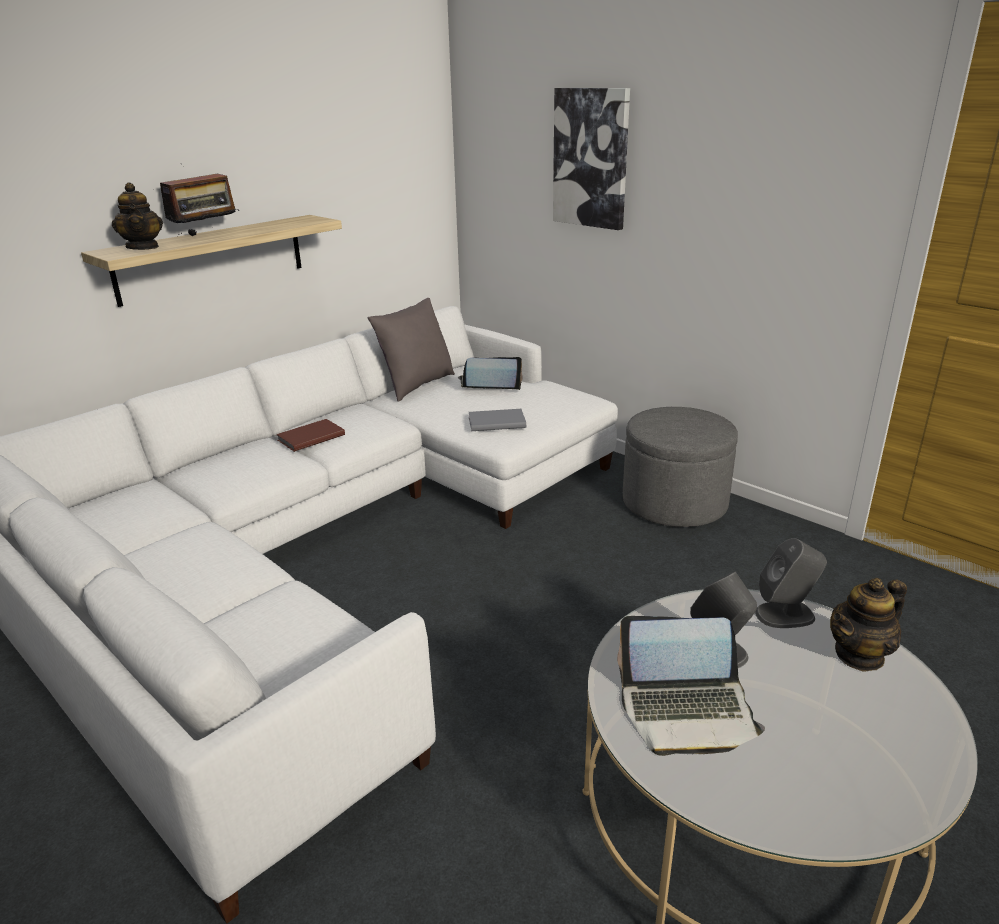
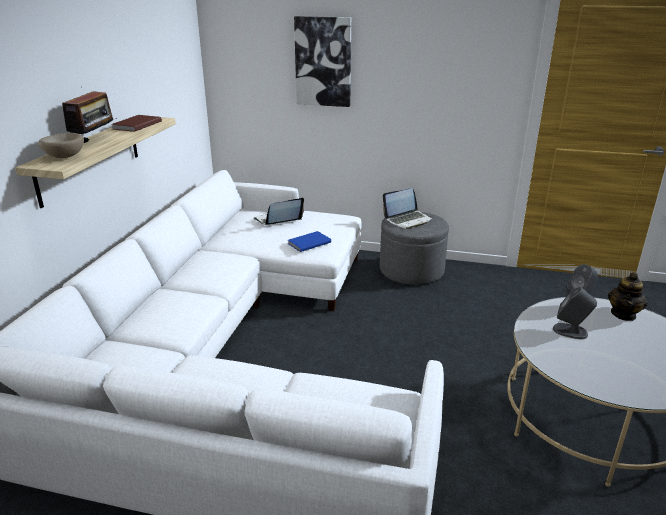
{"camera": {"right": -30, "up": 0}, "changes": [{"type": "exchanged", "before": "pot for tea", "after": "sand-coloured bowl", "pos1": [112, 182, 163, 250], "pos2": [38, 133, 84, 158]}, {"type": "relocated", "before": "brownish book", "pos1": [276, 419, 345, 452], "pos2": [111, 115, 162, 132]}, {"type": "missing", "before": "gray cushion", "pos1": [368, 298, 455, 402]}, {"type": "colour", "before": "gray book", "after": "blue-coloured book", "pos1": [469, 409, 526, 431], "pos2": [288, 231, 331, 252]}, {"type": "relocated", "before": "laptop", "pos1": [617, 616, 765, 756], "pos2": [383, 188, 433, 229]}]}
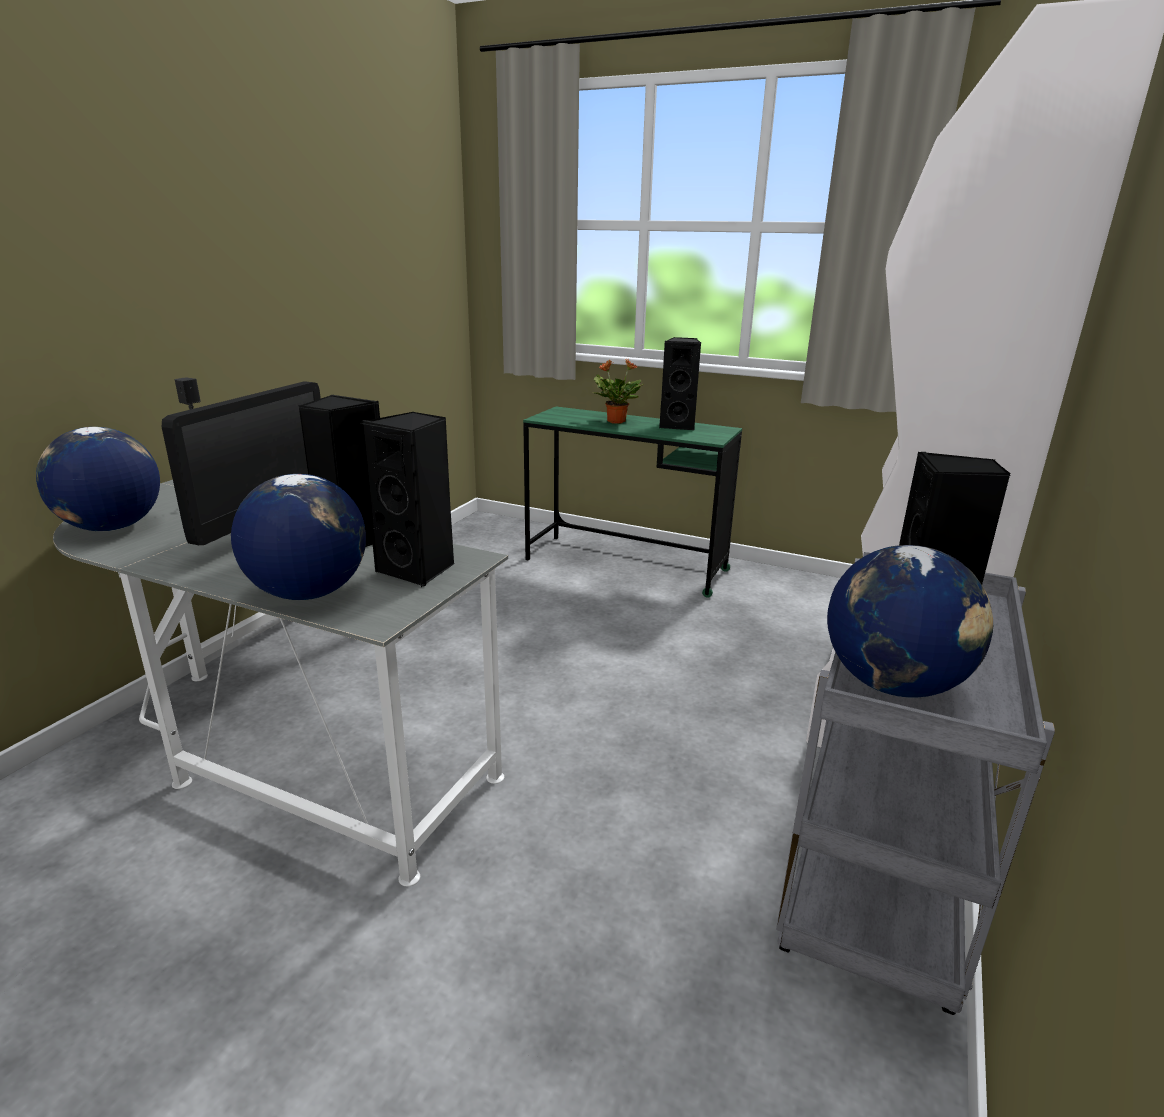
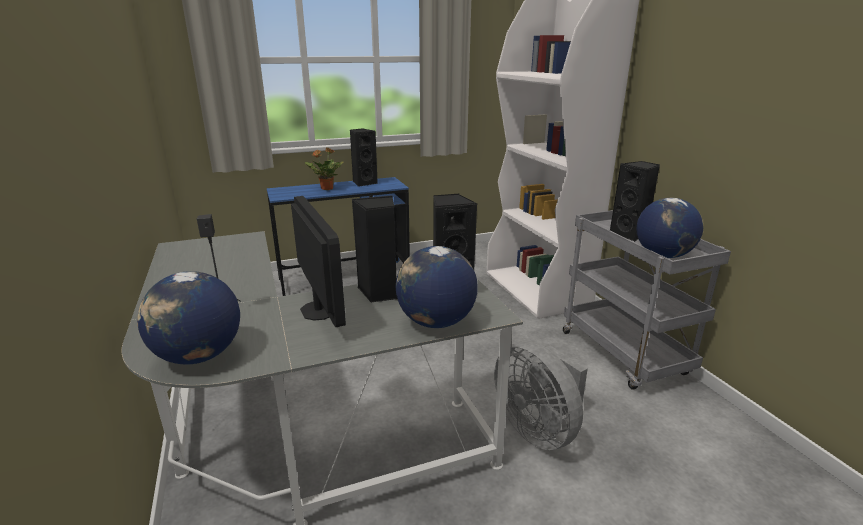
{"camera": {"right": -45, "up": 0}, "changes": [{"type": "colour", "before": "greenish desk table", "after": "blue-coloured desk table", "pos1": [523, 407, 742, 598], "pos2": [267, 177, 410, 296]}, {"type": "appeared", "after": "gray fan", "pos2": [494, 341, 588, 450]}]}
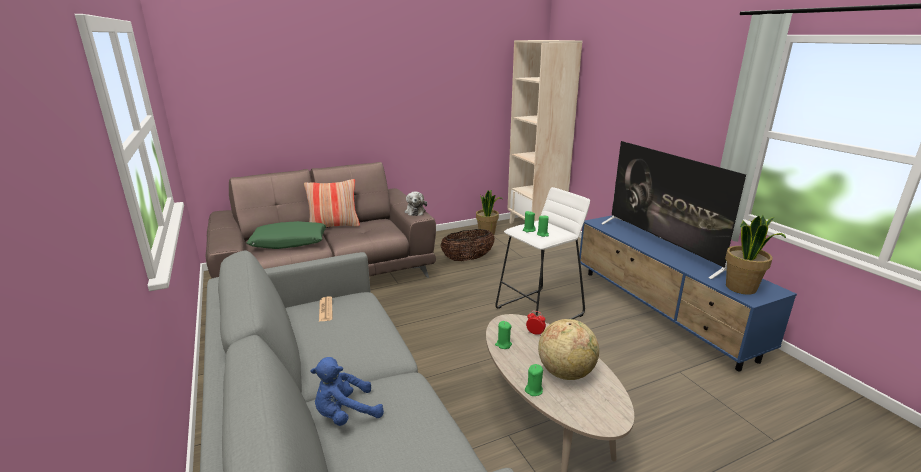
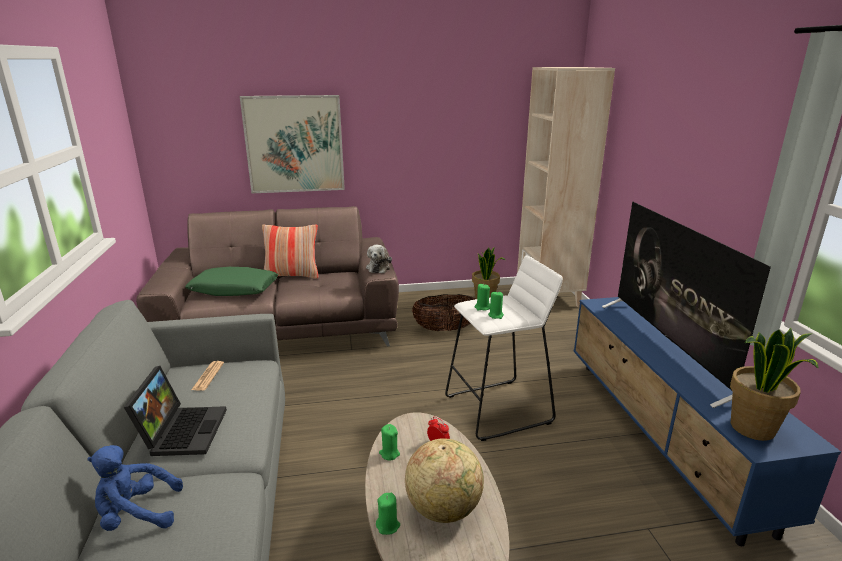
{"camera": {"right": 15, "up": 0}, "changes": [{"type": "appeared", "after": "laptop", "pos2": [124, 366, 227, 456]}, {"type": "appeared", "after": "wall art", "pos2": [240, 95, 345, 193]}]}
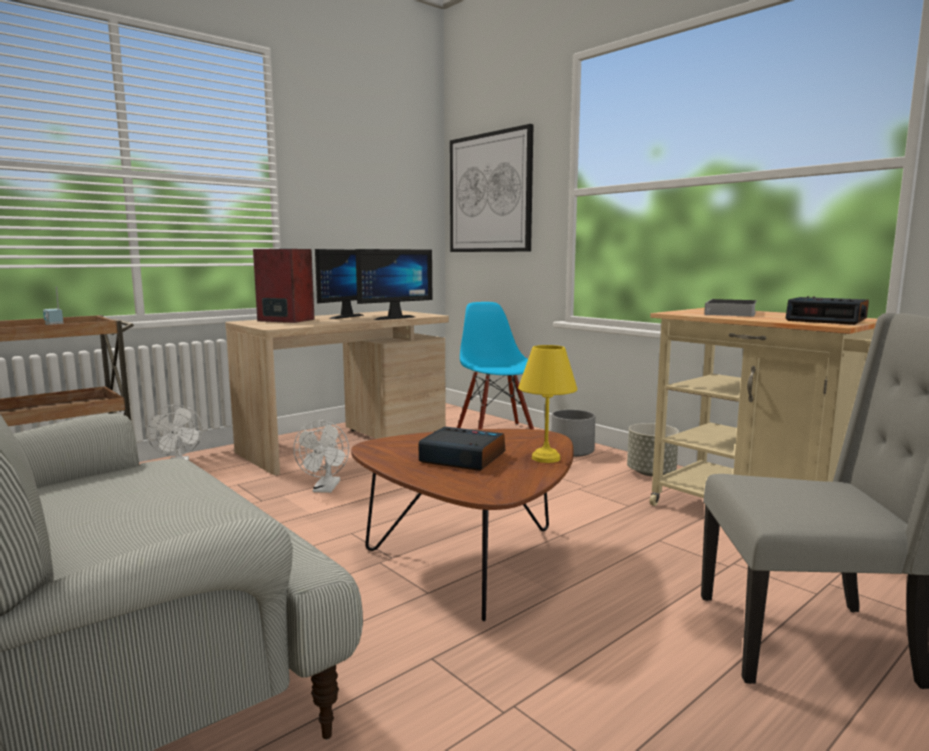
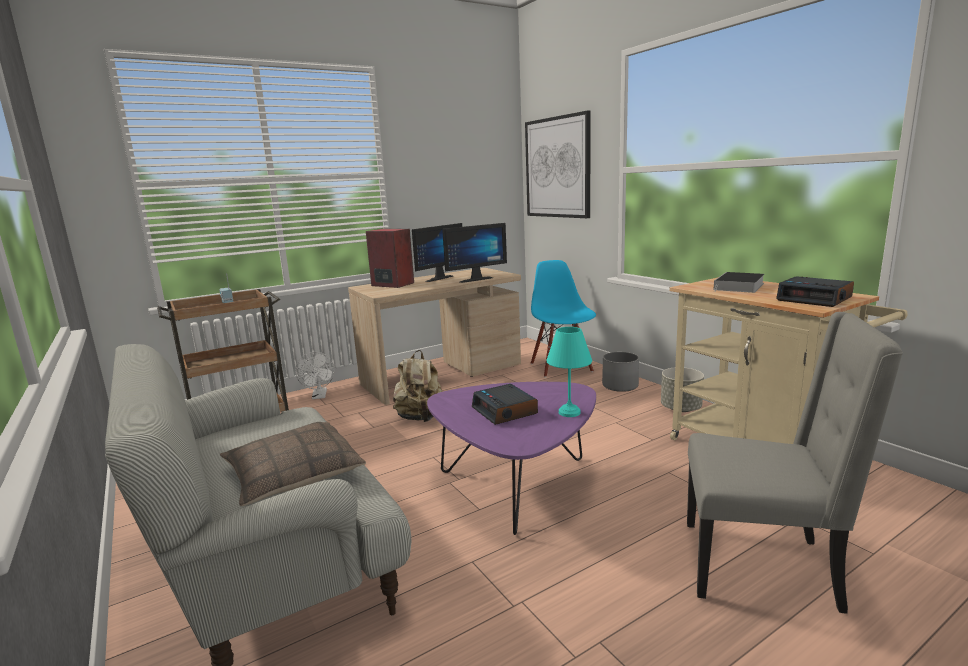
{"camera": {"right": 10, "up": 5}, "changes": [{"type": "exchanged", "before": "white fan", "after": "sand-coloured backpack", "pos1": [293, 421, 349, 493], "pos2": [393, 350, 442, 422]}, {"type": "colour", "before": "brownish lounge table", "after": "purple lounge table", "pos1": [351, 429, 573, 621], "pos2": [427, 382, 596, 535]}, {"type": "spun", "before": "table clock", "pos1": [418, 426, 506, 471], "pos2": [472, 384, 538, 425], "turn": -150}, {"type": "colour", "before": "yellow-coloured lamp for a table", "after": "blue-green lamp for a table", "pos1": [518, 345, 577, 463], "pos2": [546, 327, 592, 417]}, {"type": "appeared", "after": "cushion", "pos2": [220, 422, 366, 506]}]}
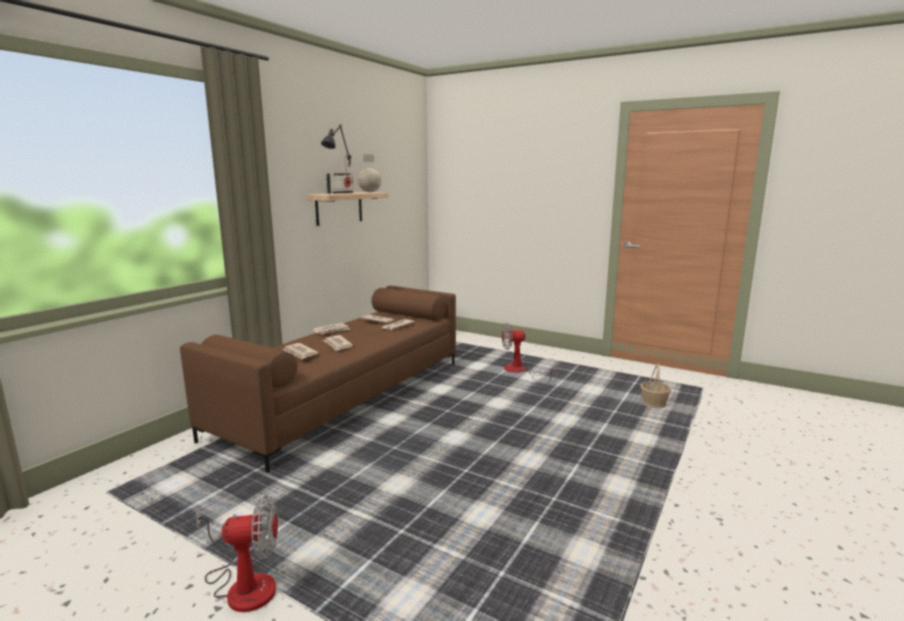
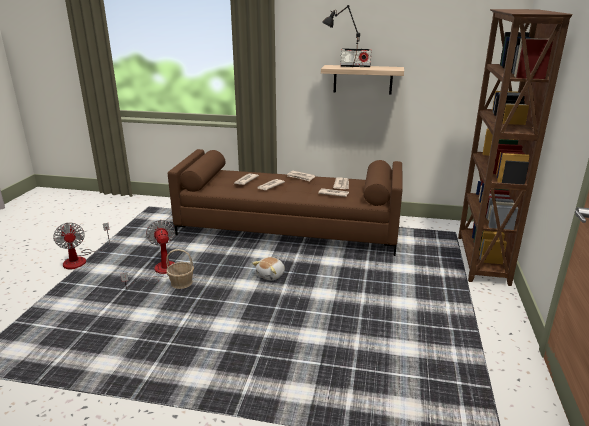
{"camera": {"right": 70, "up": 10}, "changes": [{"type": "missing", "before": "desk globe", "pos1": [358, 154, 381, 192]}, {"type": "relocated", "before": "fan", "pos1": [502, 323, 557, 383], "pos2": [120, 220, 175, 289]}, {"type": "relocated", "before": "basket", "pos1": [640, 364, 672, 408], "pos2": [166, 249, 194, 289]}, {"type": "appeared", "after": "soft toy", "pos2": [252, 257, 285, 280]}, {"type": "appeared", "after": "brownish bookshelf", "pos2": [458, 9, 572, 286]}]}
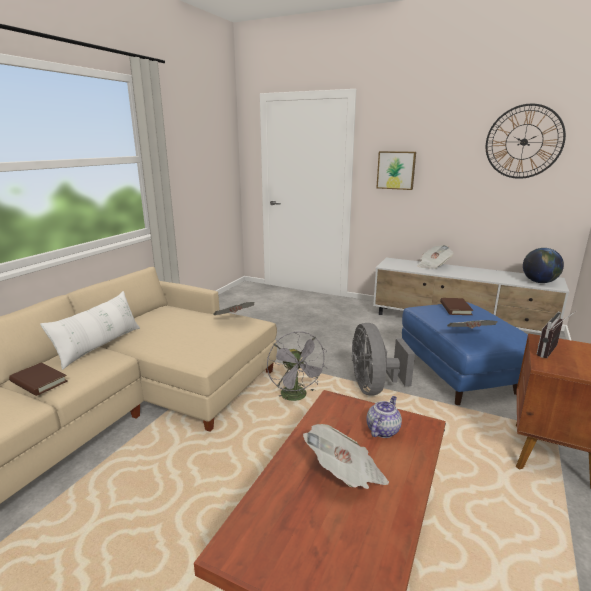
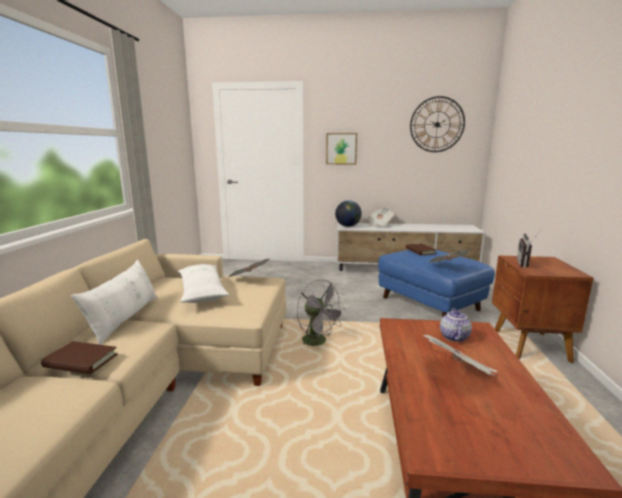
{"camera": {"right": -20, "up": -5}, "changes": [{"type": "missing", "before": "gray fan", "pos1": [351, 323, 415, 396]}, {"type": "relocated", "before": "desk globe", "pos1": [523, 248, 564, 283], "pos2": [335, 200, 362, 227]}, {"type": "appeared", "after": "white cushion", "pos2": [178, 264, 229, 303]}]}
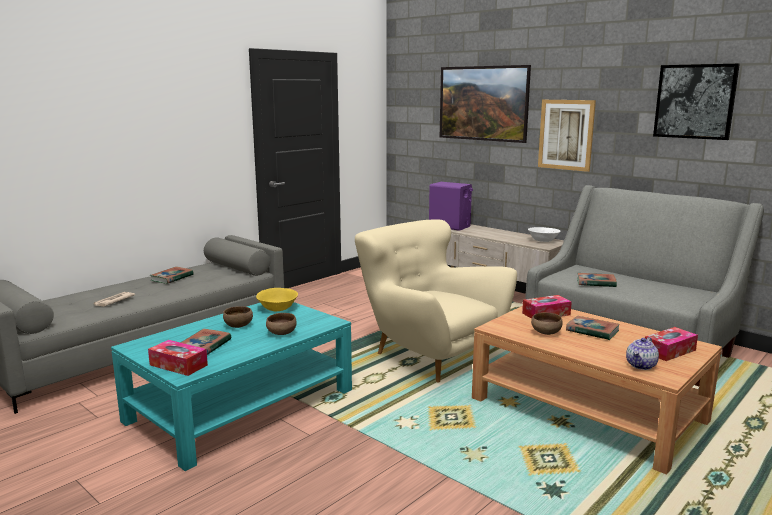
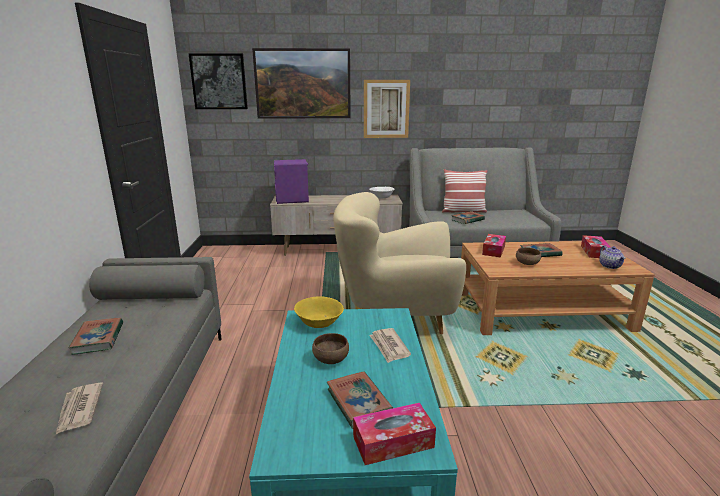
{"camera": {"right": -45, "up": 5}, "changes": [{"type": "exchanged", "before": "brownish bowl", "after": "daily paper", "pos1": [266, 313, 297, 335], "pos2": [369, 328, 411, 363]}, {"type": "relocated", "before": "wall art", "pos1": [653, 64, 740, 140], "pos2": [189, 53, 248, 109]}, {"type": "appeared", "after": "cushion", "pos2": [442, 169, 487, 213]}]}
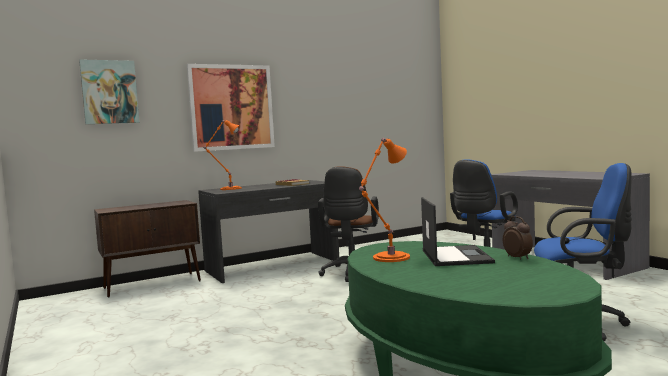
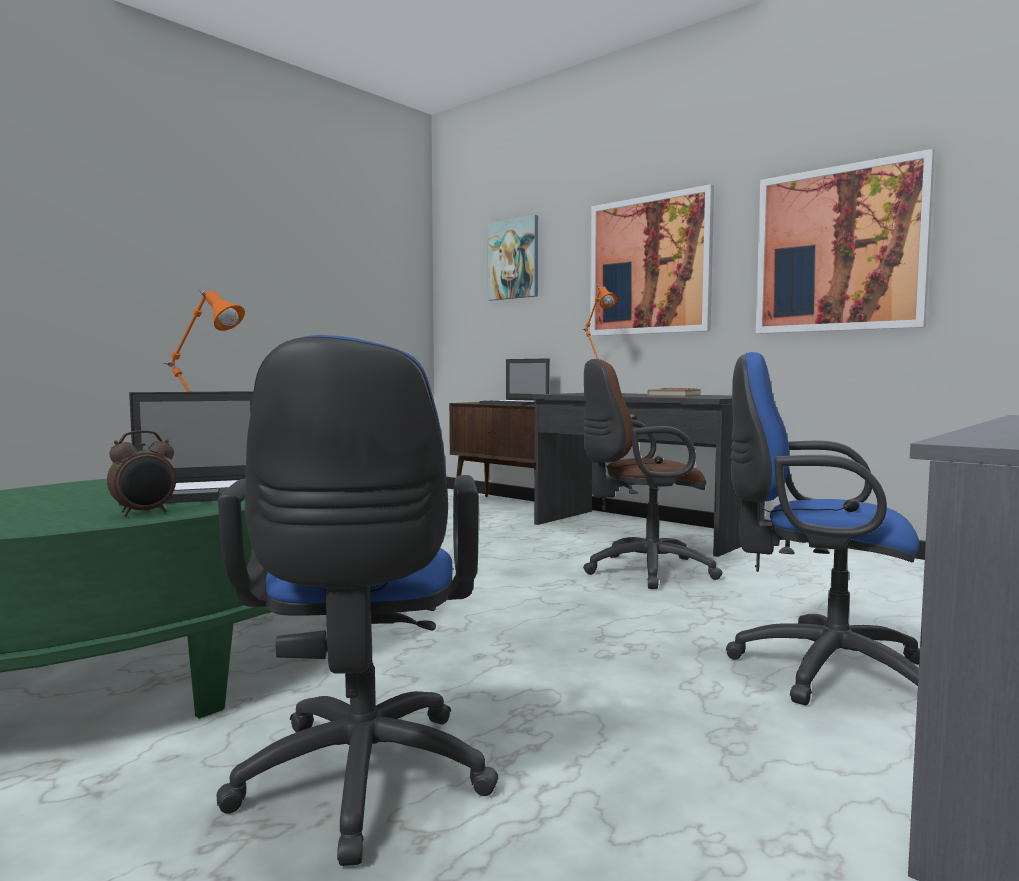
{"camera": {"right": 70, "up": 0}, "changes": [{"type": "appeared", "after": "laptop", "pos2": [479, 358, 550, 405]}, {"type": "appeared", "after": "wall art", "pos2": [756, 149, 935, 334]}]}
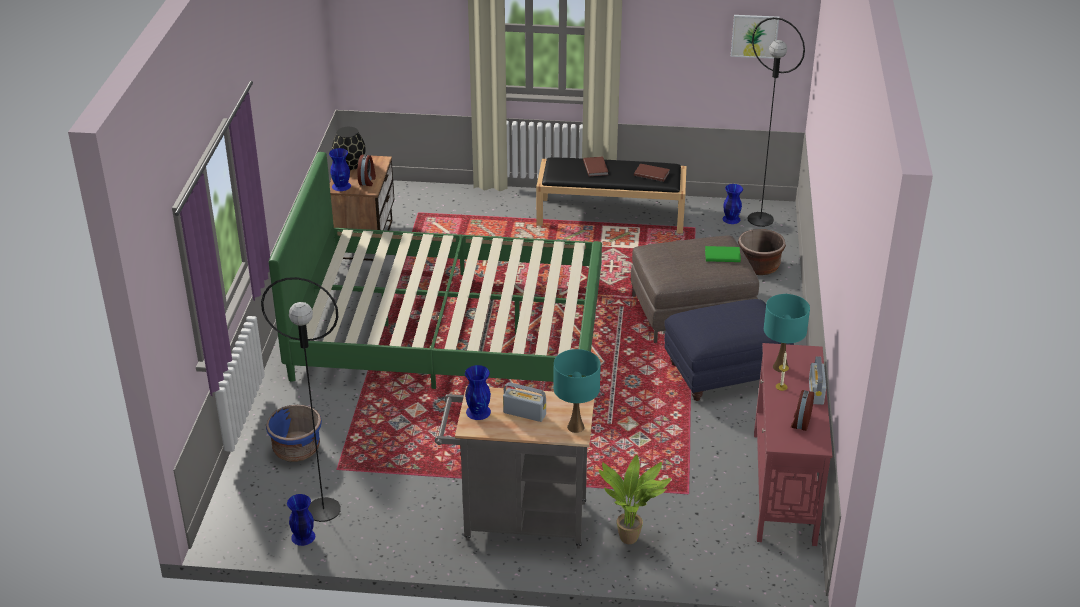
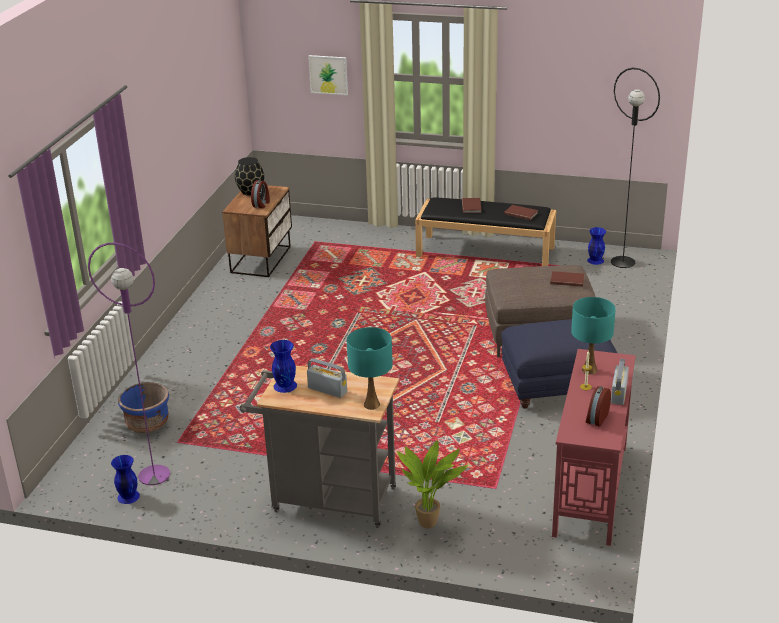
{"camera": {"right": 10, "up": -5}, "changes": [{"type": "colour", "before": "blackish standing lamp", "after": "purple standing lamp", "pos1": [261, 277, 341, 522], "pos2": [88, 243, 170, 485]}, {"type": "missing", "before": "greenish sleeping bed", "pos1": [269, 152, 602, 389]}, {"type": "missing", "before": "blue-coloured vase", "pos1": [329, 148, 351, 191]}, {"type": "colour", "before": "greenish book", "after": "brownish book", "pos1": [705, 246, 741, 262], "pos2": [550, 271, 584, 287]}, {"type": "relocated", "before": "wall art", "pos1": [731, 15, 779, 59], "pos2": [308, 55, 348, 95]}, {"type": "missing", "before": "brownish planter", "pos1": [738, 229, 786, 275]}]}
